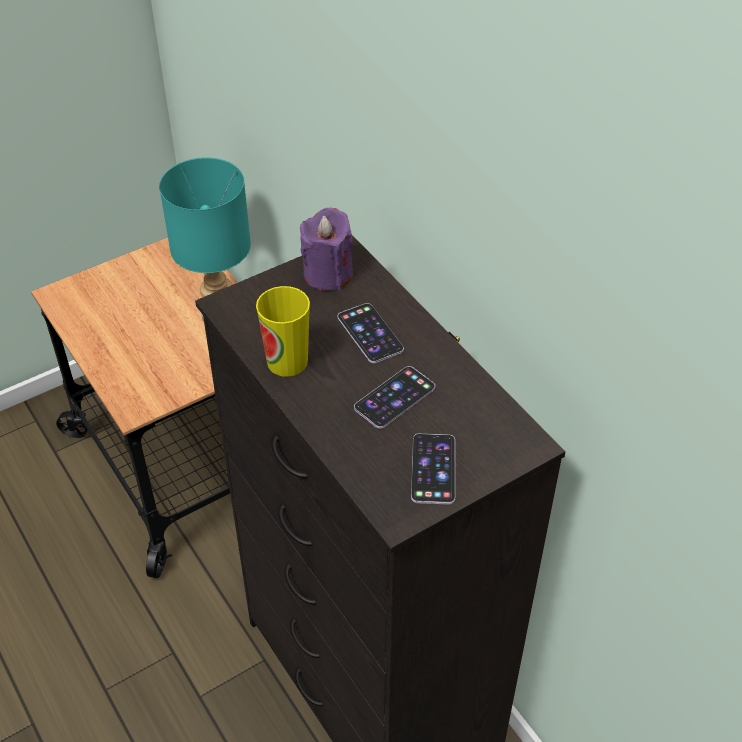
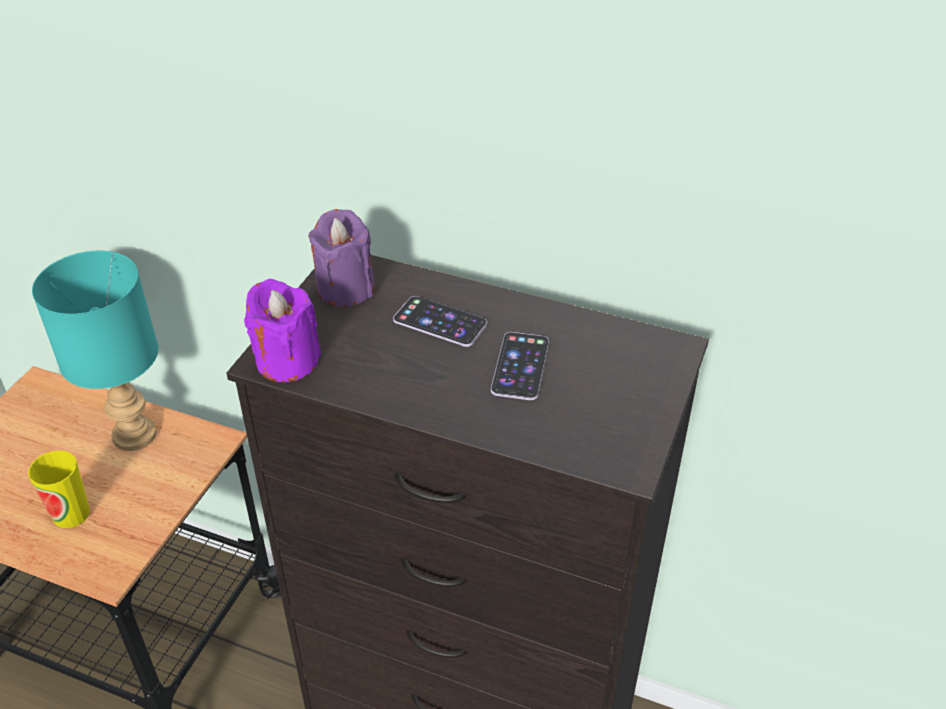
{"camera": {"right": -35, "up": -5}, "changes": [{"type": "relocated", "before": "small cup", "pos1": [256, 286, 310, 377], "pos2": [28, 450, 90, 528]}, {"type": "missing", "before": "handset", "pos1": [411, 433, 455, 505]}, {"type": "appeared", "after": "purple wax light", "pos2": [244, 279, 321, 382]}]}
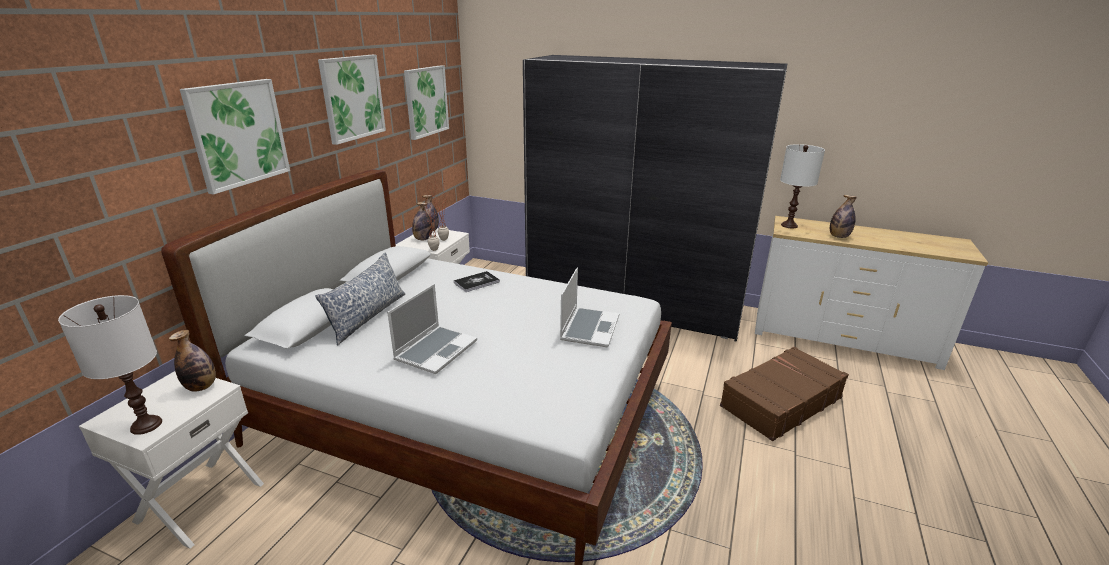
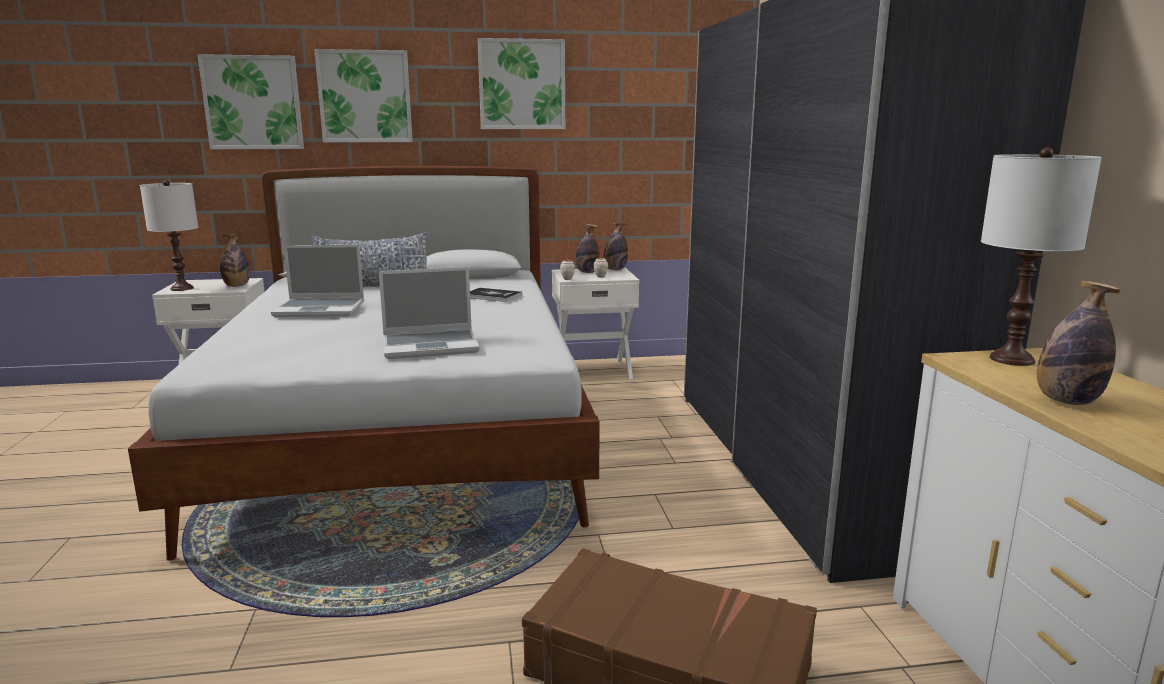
{"camera": {"right": 60, "up": -10}, "changes": [{"type": "relocated", "before": "wall art", "pos1": [404, 65, 449, 140], "pos2": [197, 54, 304, 149]}]}
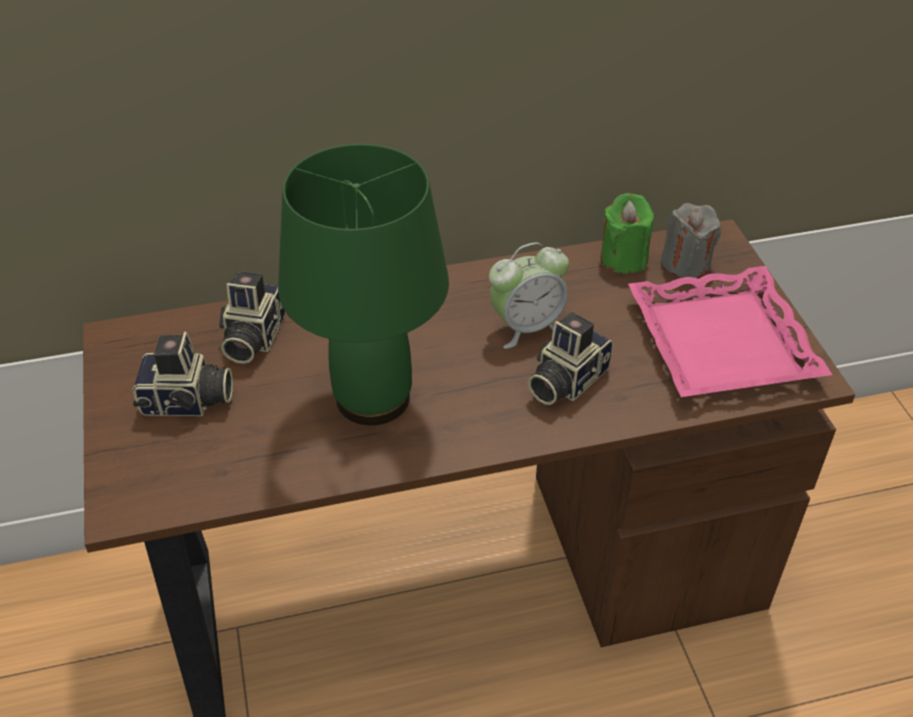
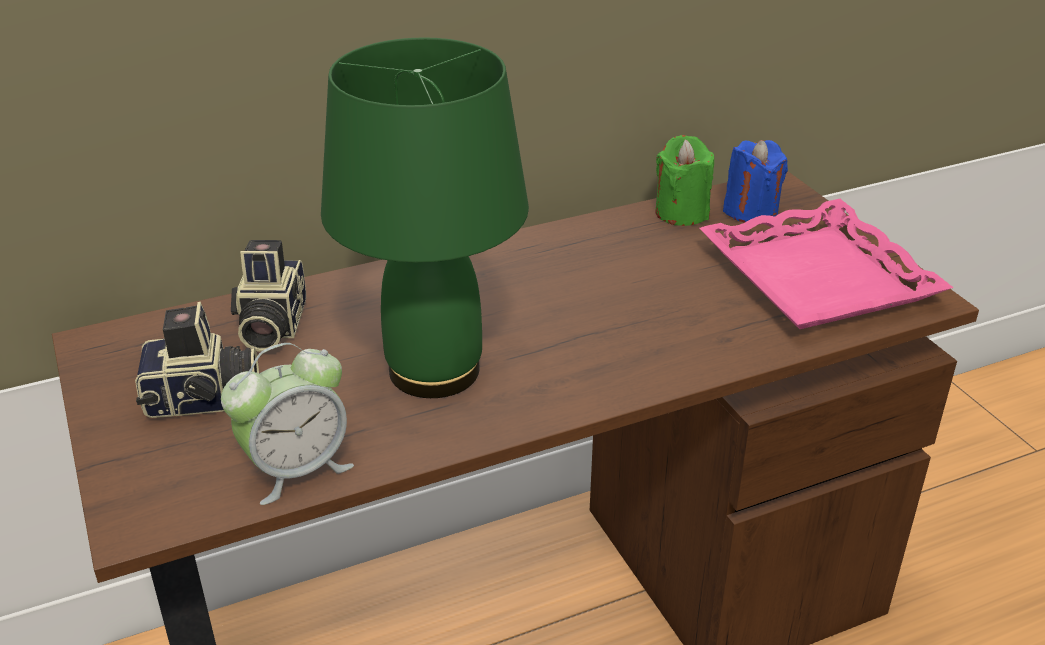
{"camera": {"right": -10, "up": -10}, "changes": [{"type": "relocated", "before": "table clock", "pos1": [489, 242, 569, 349], "pos2": [221, 343, 354, 505]}, {"type": "missing", "before": "photo camera", "pos1": [528, 312, 613, 405]}, {"type": "colour", "before": "gray wax light", "after": "blue-coloured wax light", "pos1": [661, 203, 721, 278], "pos2": [723, 140, 788, 223]}]}
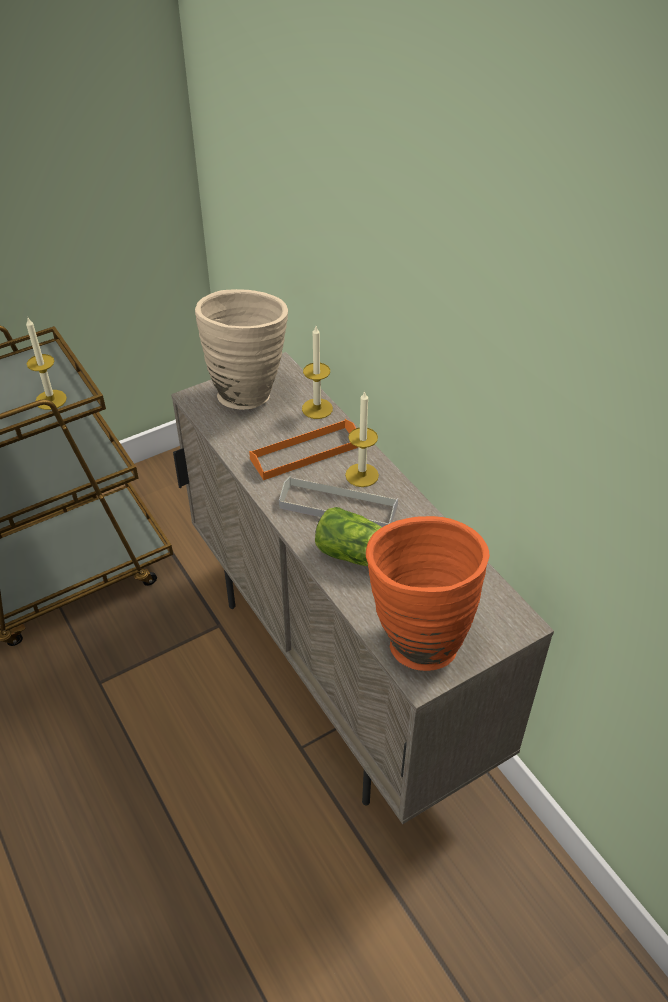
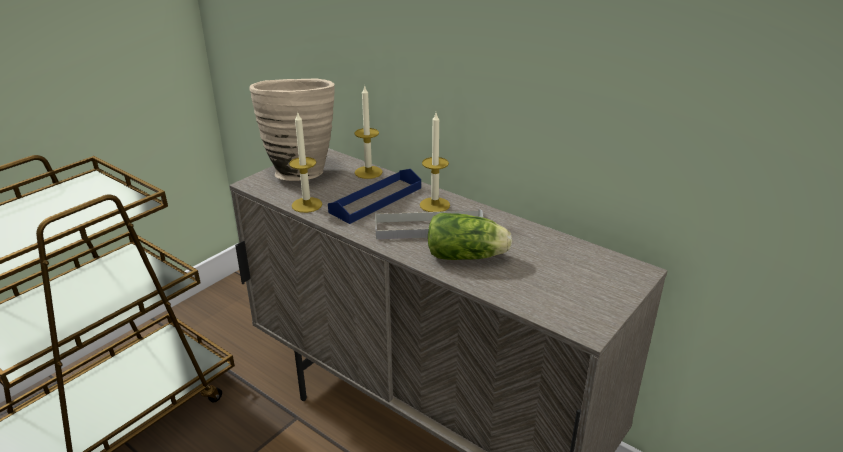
{"camera": {"right": -20, "up": -15}, "changes": [{"type": "relocated", "before": "wax light", "pos1": [26, 318, 67, 410], "pos2": [289, 111, 322, 213]}, {"type": "colour", "before": "orange-coloured carrying tray", "after": "blue-coloured carrying tray", "pos1": [249, 419, 359, 480], "pos2": [328, 169, 421, 224]}, {"type": "missing", "before": "orange-coloured vase", "pos1": [366, 516, 490, 671]}]}
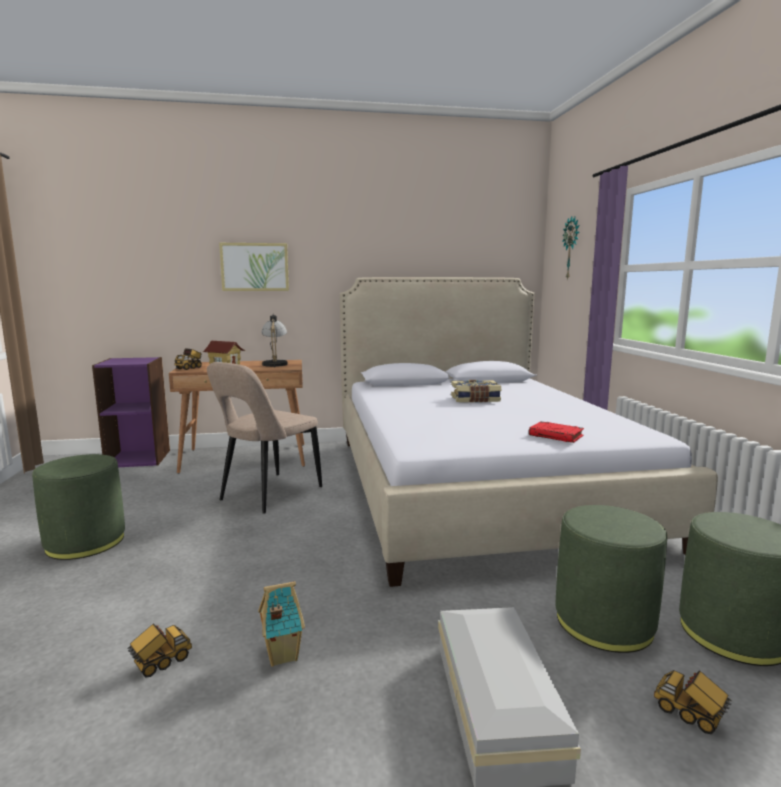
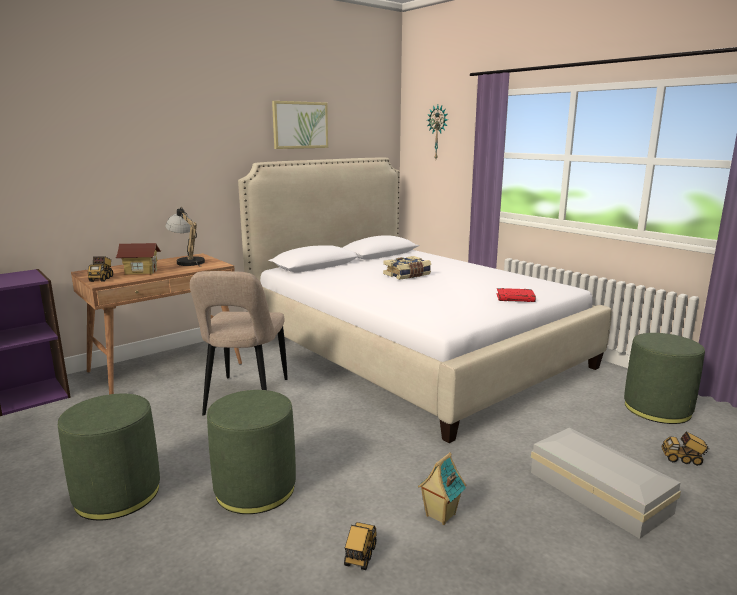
{"camera": {"right": -30, "up": 5}, "changes": [{"type": "relocated", "before": "wall art", "pos1": [219, 243, 289, 291], "pos2": [272, 101, 328, 149]}, {"type": "relocated", "before": "greenish footrest", "pos1": [555, 505, 667, 653], "pos2": [207, 390, 296, 514]}]}
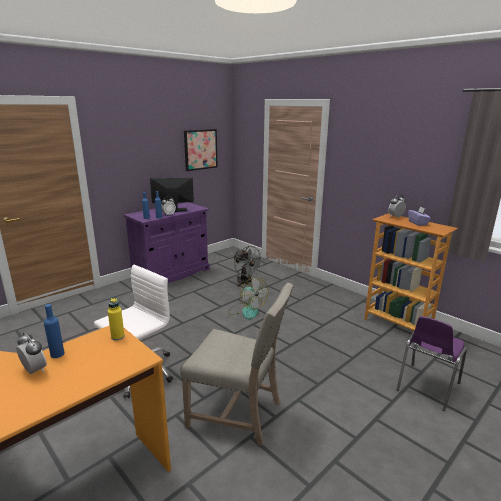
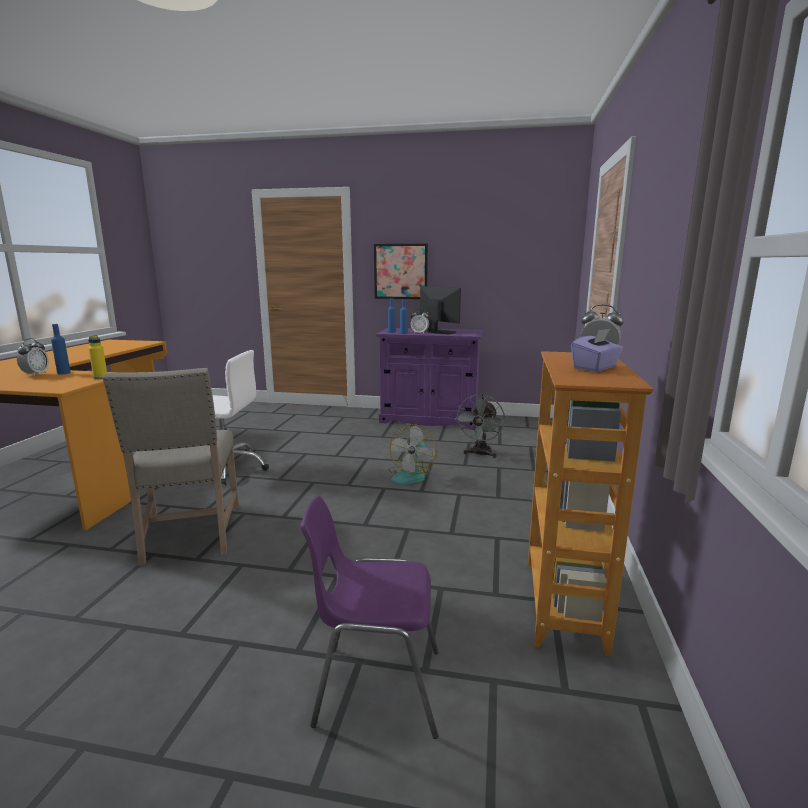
{"camera": {"right": 55, "up": -5}, "changes": [{"type": "relocated", "before": "wall art", "pos1": [184, 129, 218, 171], "pos2": [374, 244, 428, 299]}]}
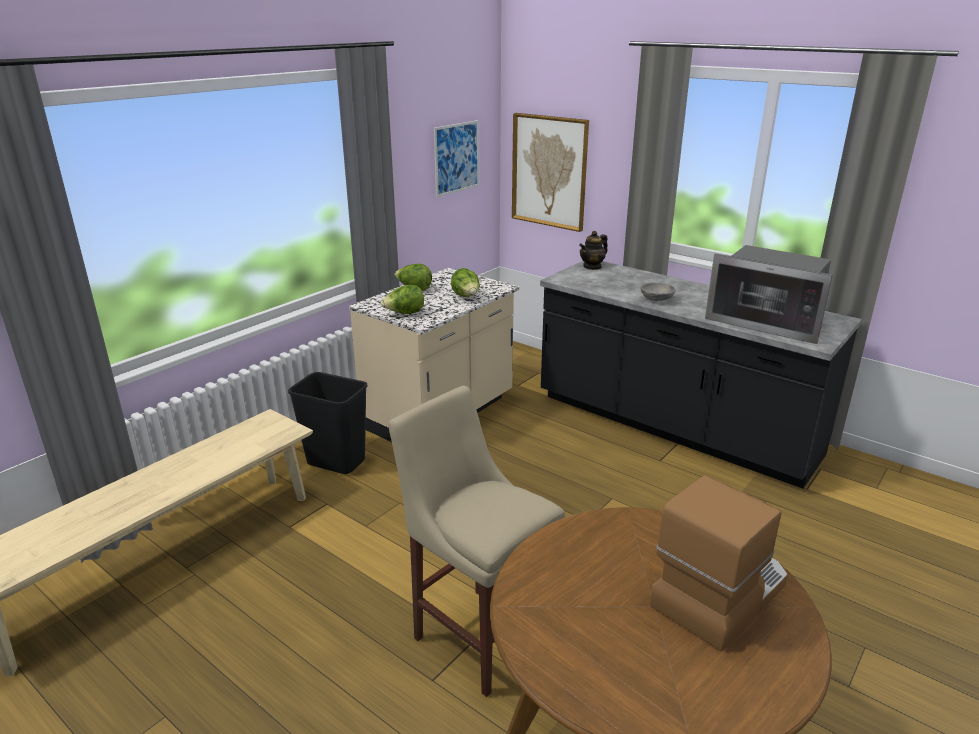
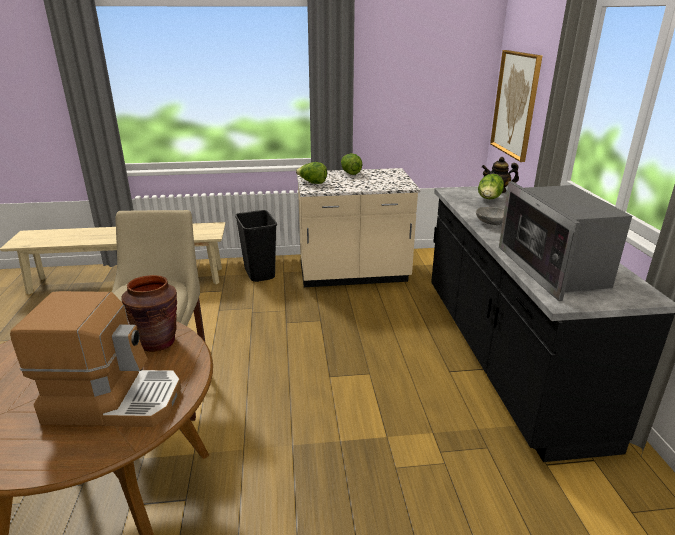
{"camera": {"right": 45, "up": 0}, "changes": [{"type": "missing", "before": "wall art", "pos1": [434, 120, 479, 197]}, {"type": "relocated", "before": "lettuce head", "pos1": [451, 268, 480, 297], "pos2": [478, 174, 504, 199]}, {"type": "appeared", "after": "brownish vase", "pos2": [121, 275, 177, 352]}]}
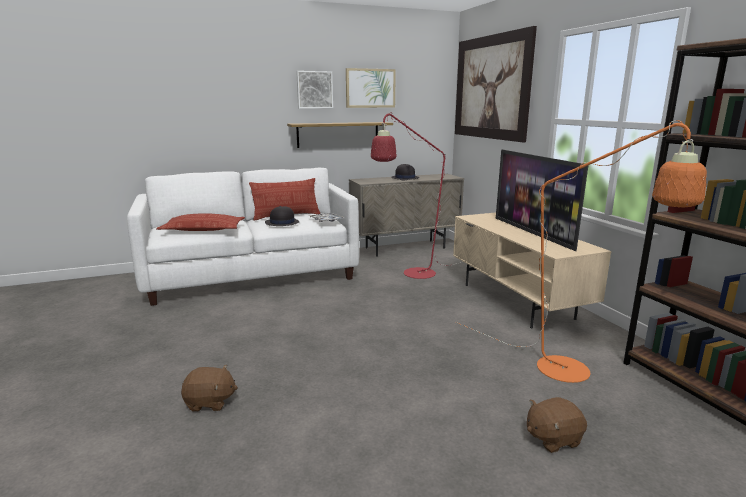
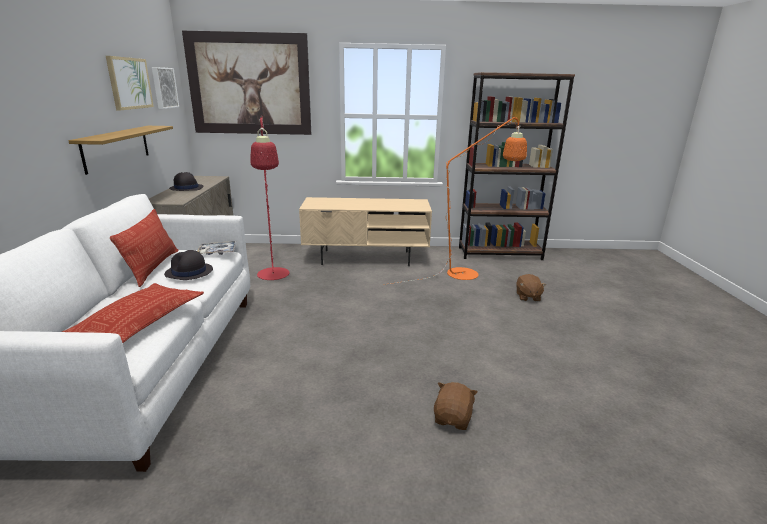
{"camera": {"right": -70, "up": 5}, "changes": [{"type": "relocated", "before": "wall art", "pos1": [296, 71, 333, 109], "pos2": [152, 67, 179, 109]}, {"type": "missing", "before": "TV", "pos1": [496, 149, 588, 251]}]}
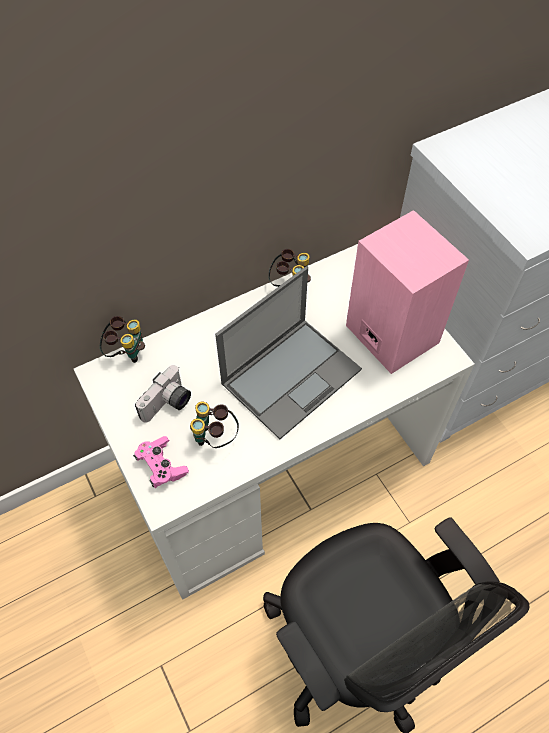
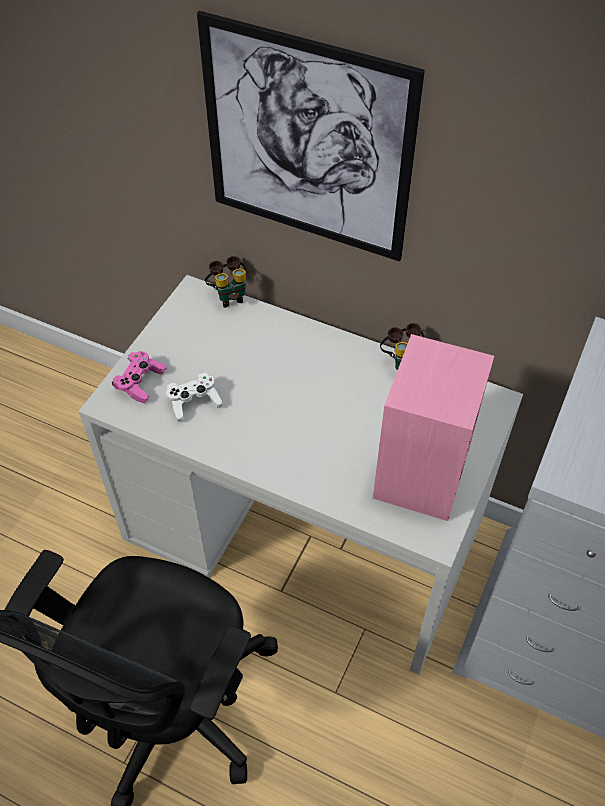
{"camera": {"right": 55, "up": -5}, "changes": [{"type": "missing", "before": "photo camera", "pos1": [135, 365, 191, 423]}, {"type": "exchanged", "before": "binoculars", "after": "white joypad", "pos1": [190, 402, 239, 448], "pos2": [166, 372, 223, 421]}, {"type": "missing", "before": "laptop", "pos1": [215, 267, 362, 439]}, {"type": "appeared", "after": "wall art", "pos2": [197, 11, 425, 261]}]}
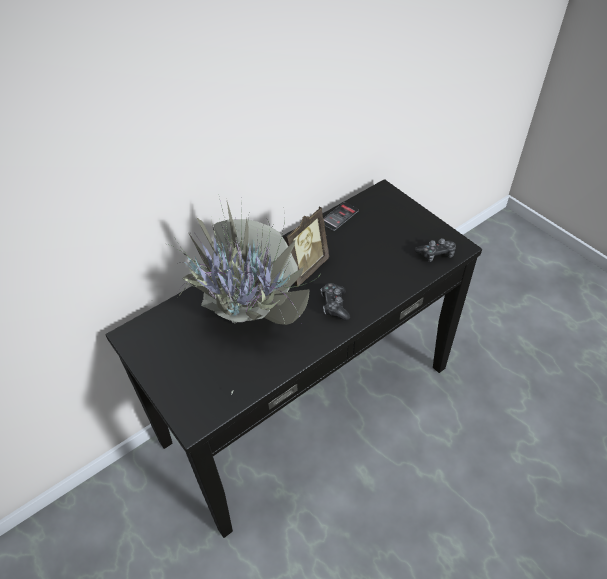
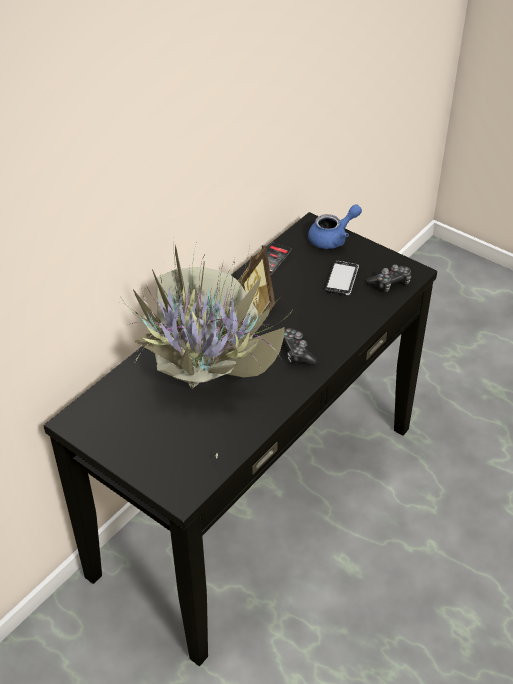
{"camera": {"right": -15, "up": -5}, "changes": [{"type": "appeared", "after": "blue-coloured pot for tea", "pos2": [308, 204, 362, 249]}, {"type": "appeared", "after": "handset", "pos2": [325, 261, 359, 296]}]}
